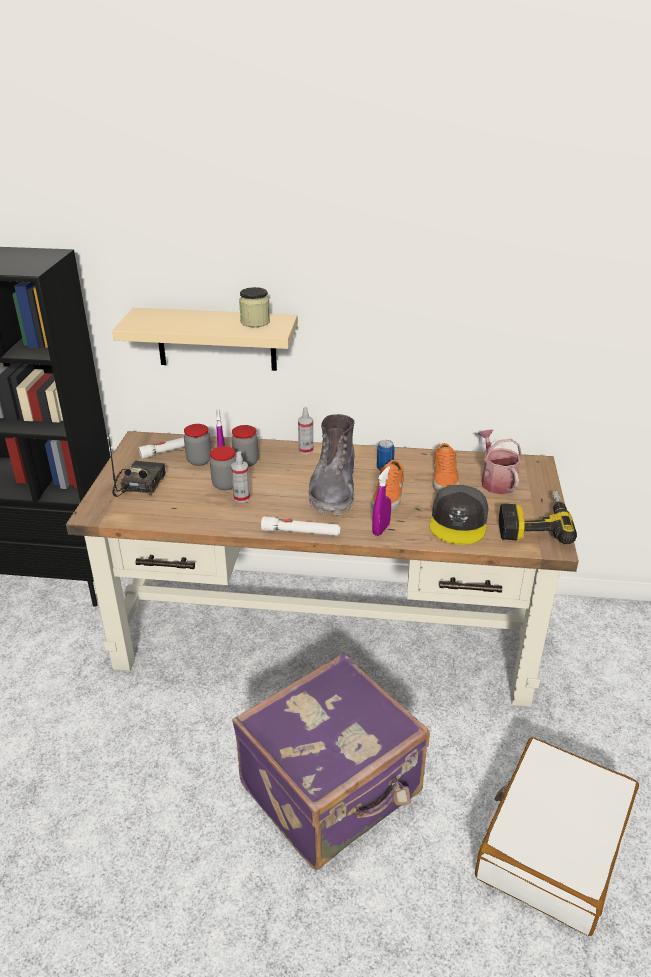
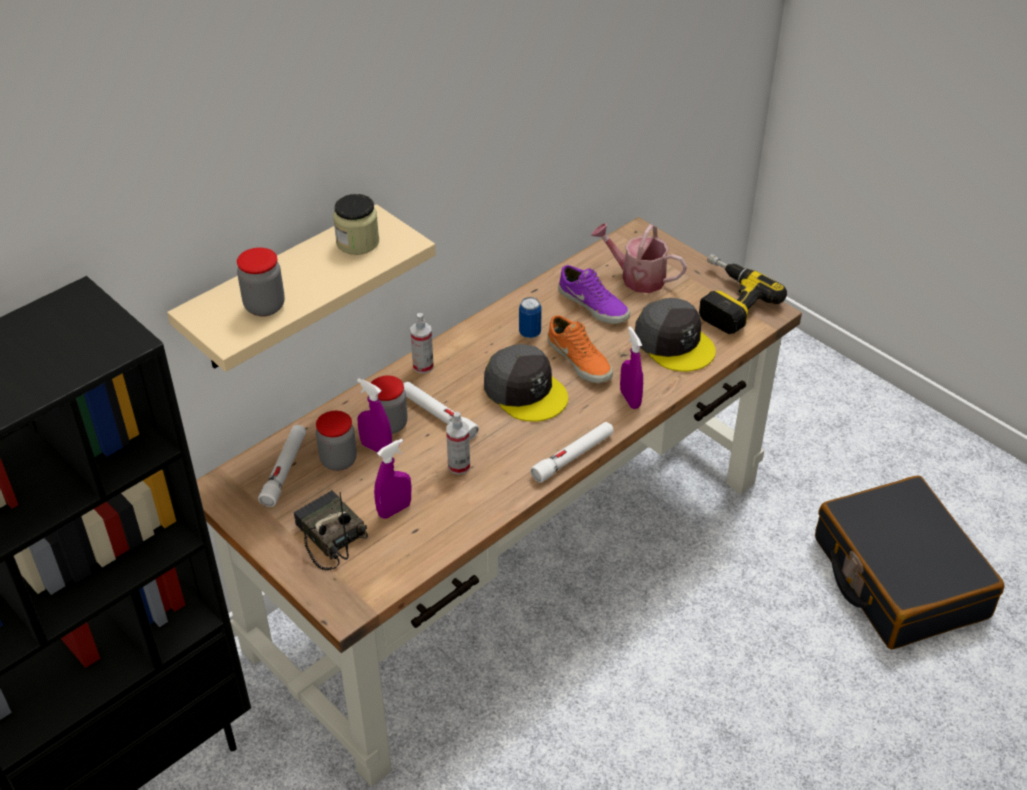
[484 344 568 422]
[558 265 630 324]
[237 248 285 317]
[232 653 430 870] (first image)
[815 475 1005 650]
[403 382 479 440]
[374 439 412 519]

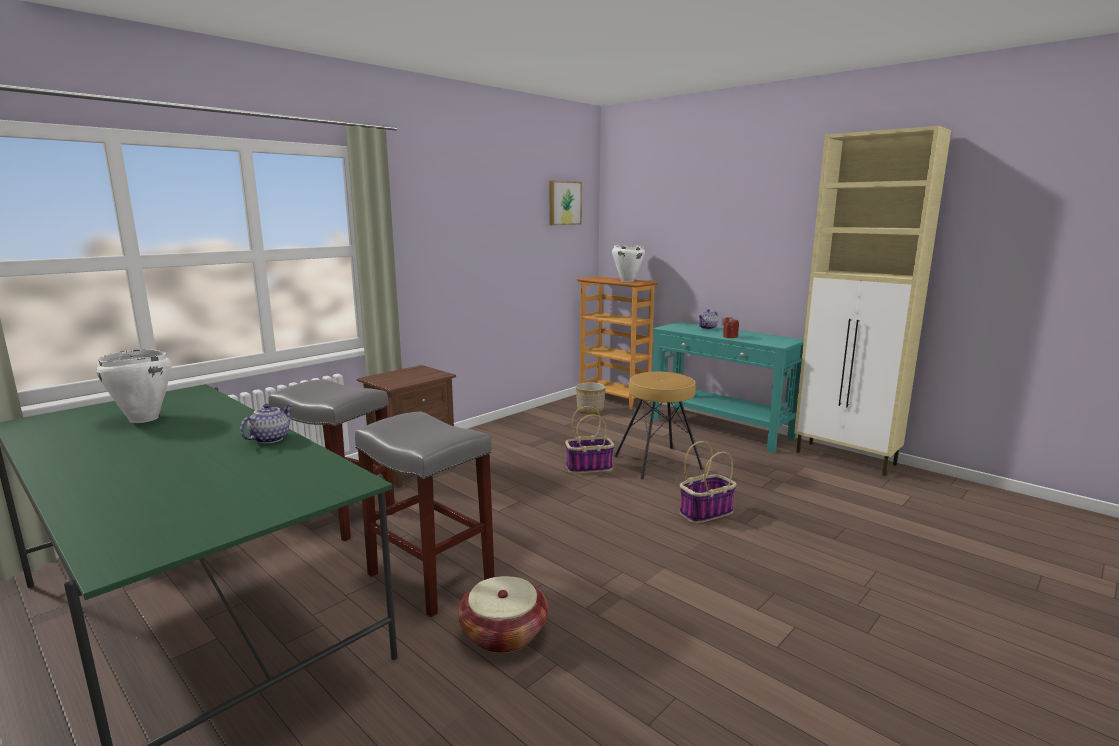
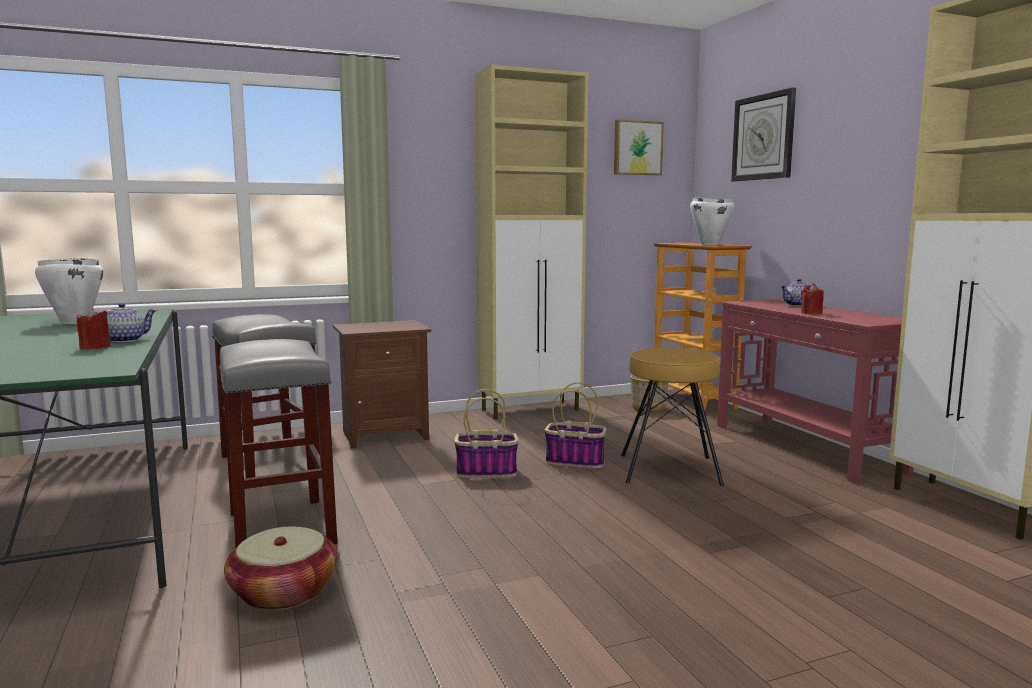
[717 299 914 484]
[455 389 519 478]
[475 65 588 420]
[731 88 796 181]
[77 308 111 349]

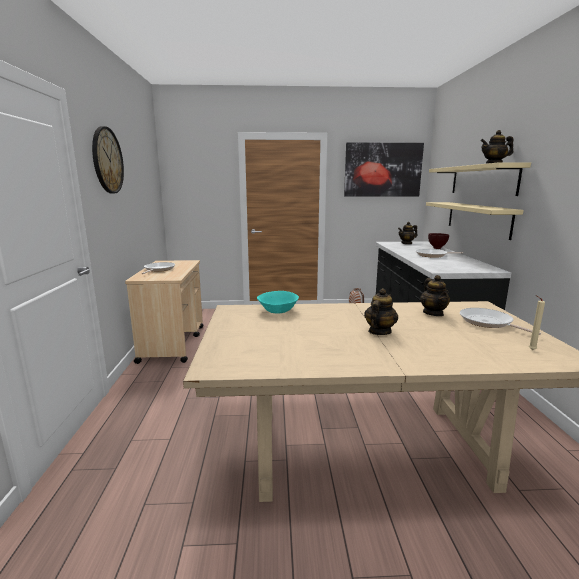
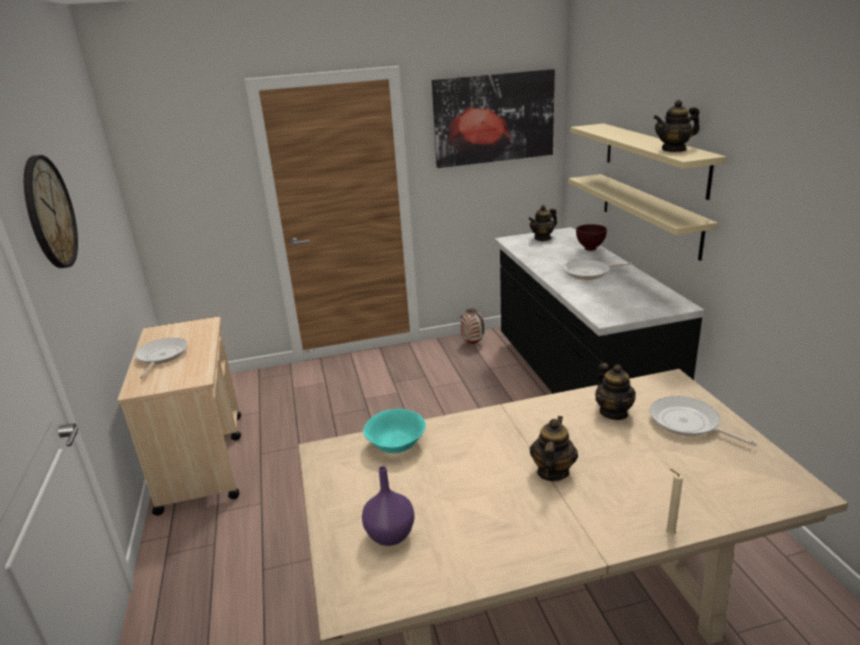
[666 469 683 535]
[362 466 415 546]

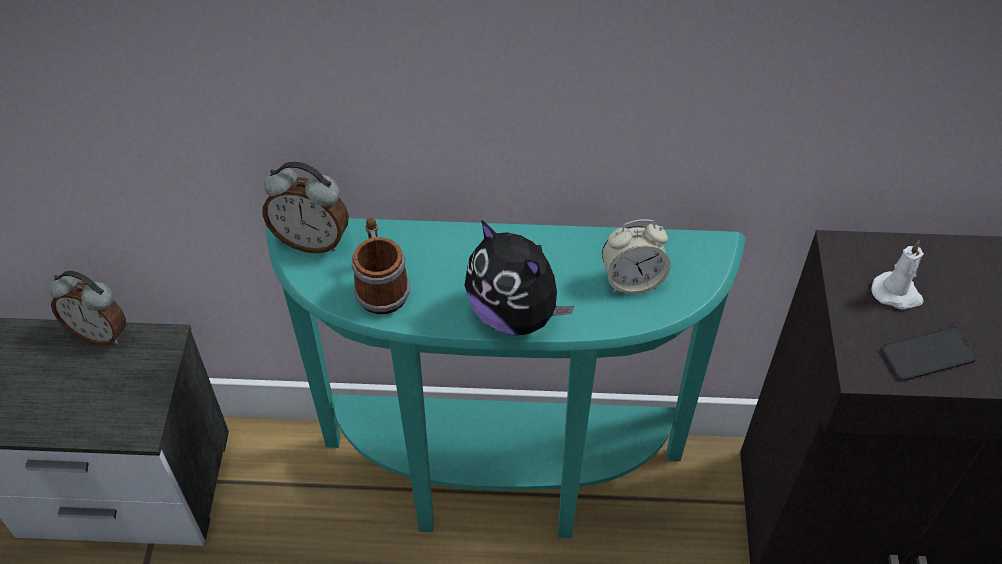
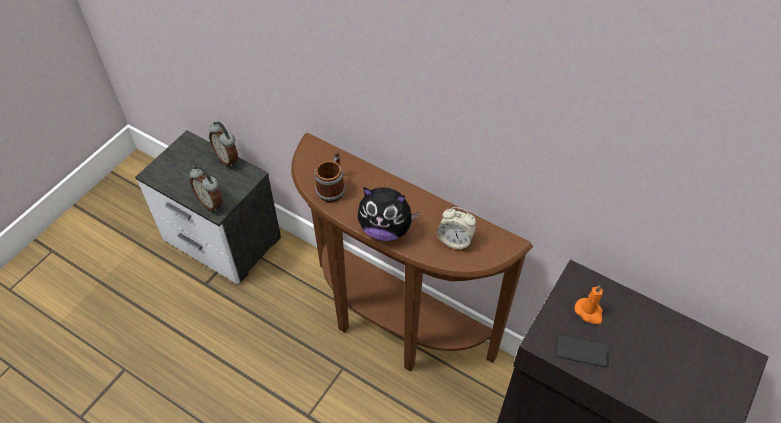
[190 166 223 211]
[291 133 533 372]
[358 187 420 241]
[574 285 603 324]

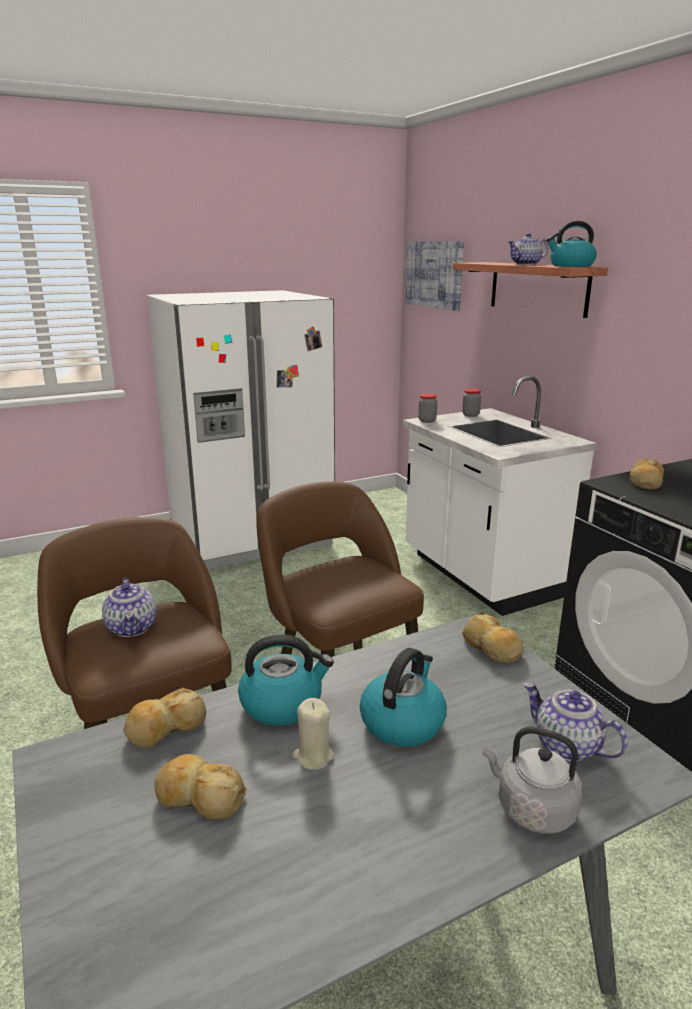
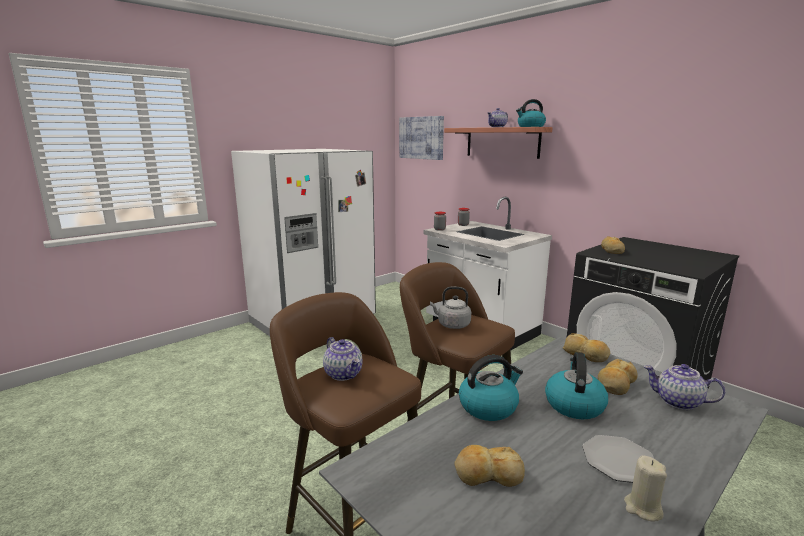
[597 359 638 395]
[624 455 667 522]
[430 287 471 329]
[582 435 654 483]

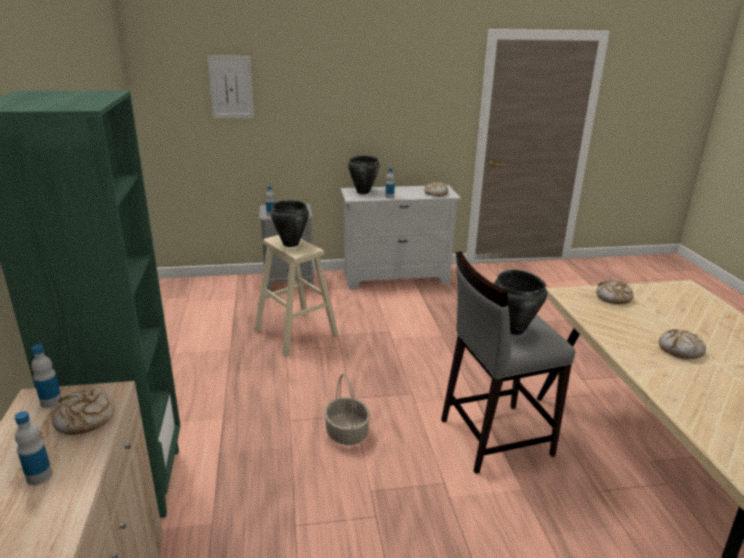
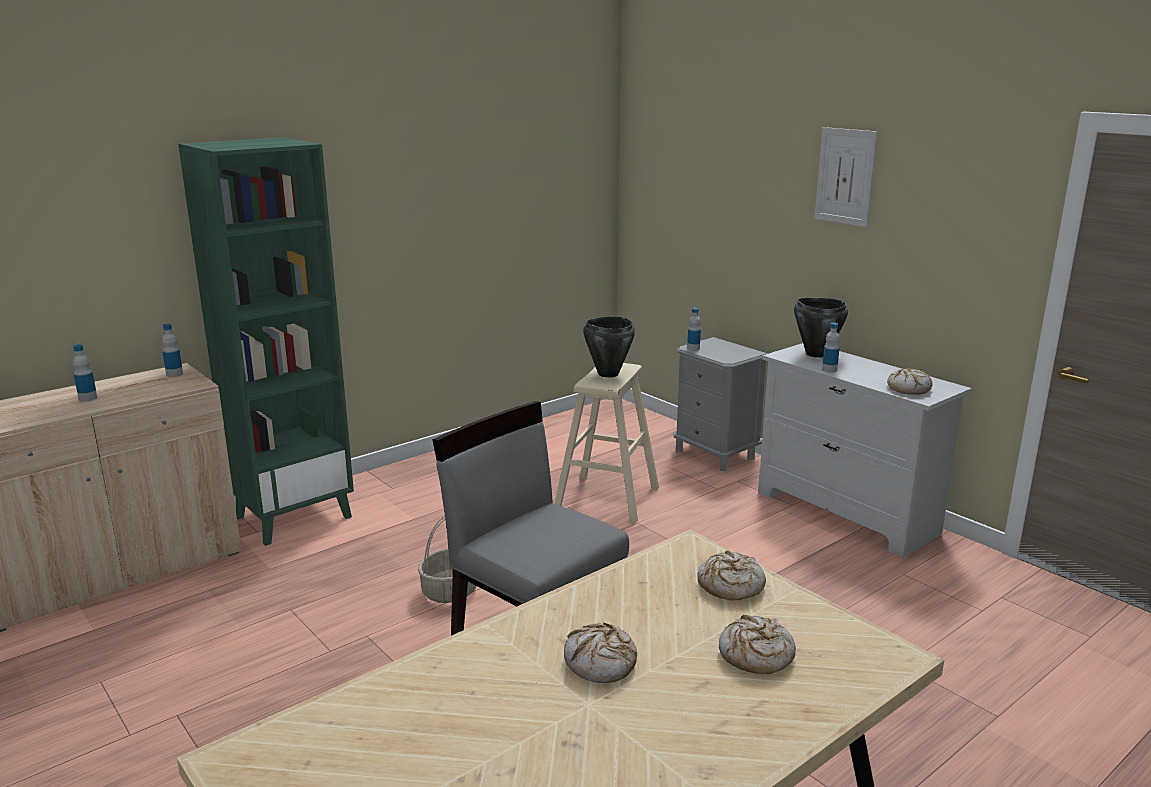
[814 127 878 227]
[494 270 547 335] (first image)
[719 615 796 674]

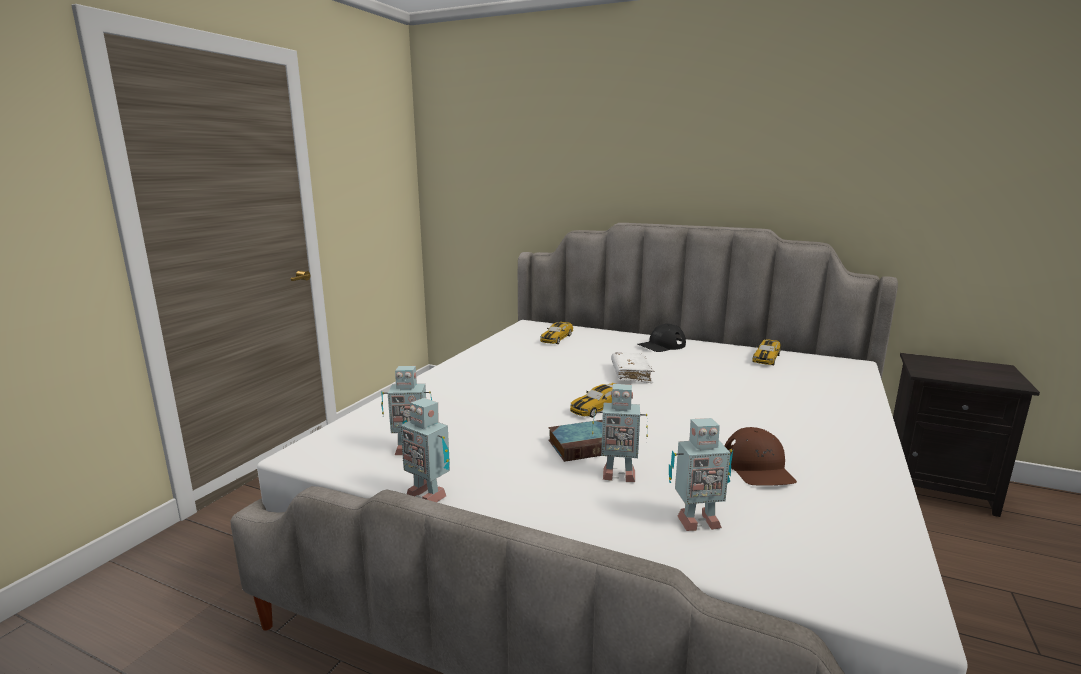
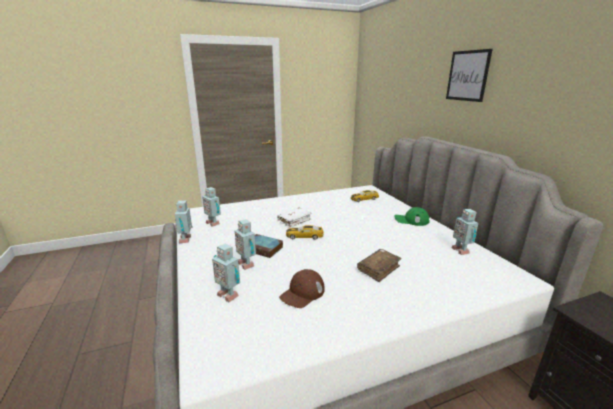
[394 207 430 226]
[451 209 479 255]
[277 207 312 228]
[446 49 493 102]
[357 249 402 282]

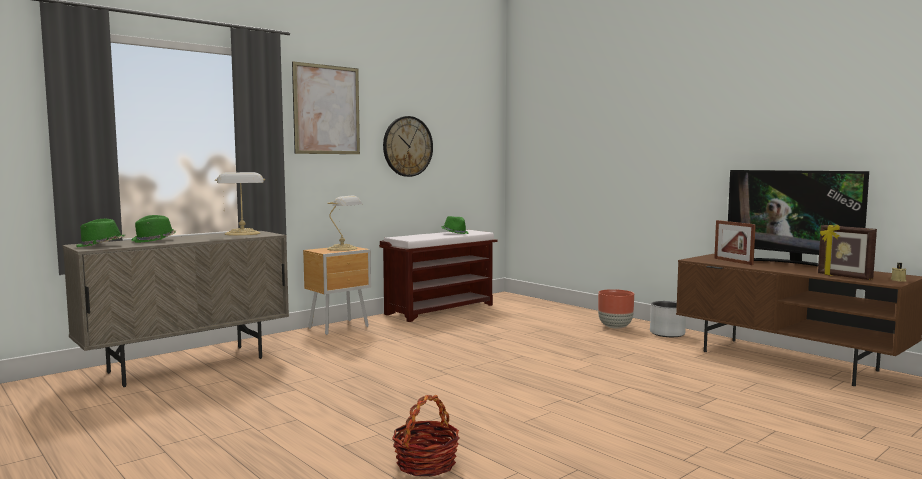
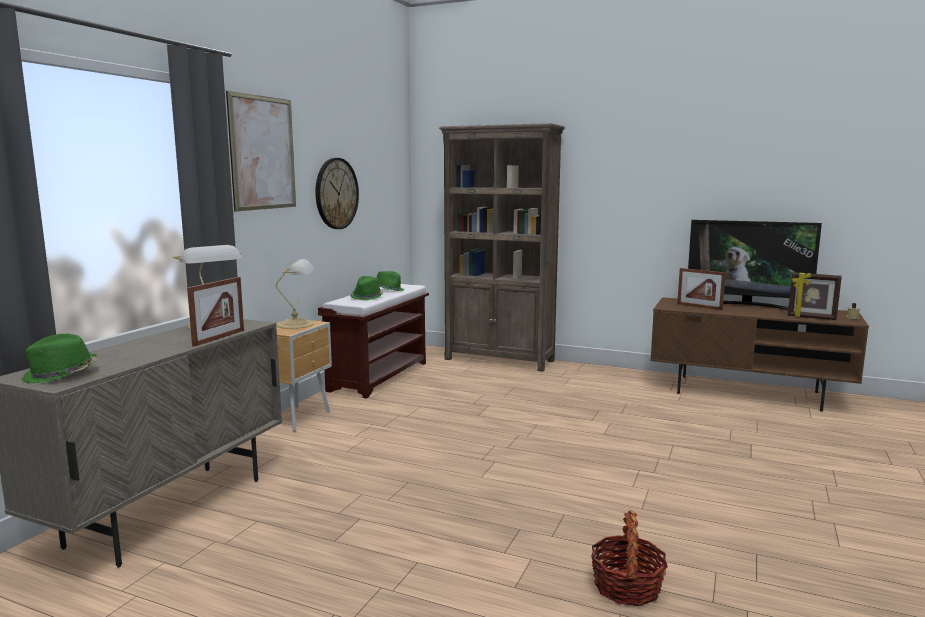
[350 276 384 300]
[598 289 634 329] (first image)
[650 301 686 337] (first image)
[439 123 565 372]
[187 277 244 347]

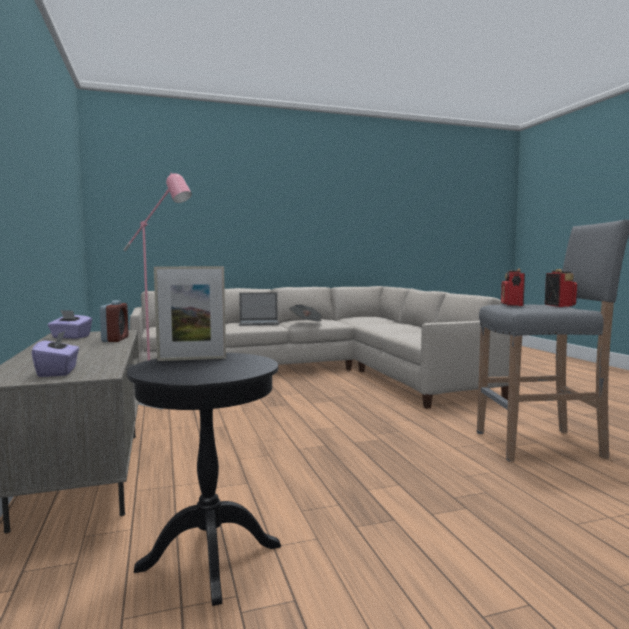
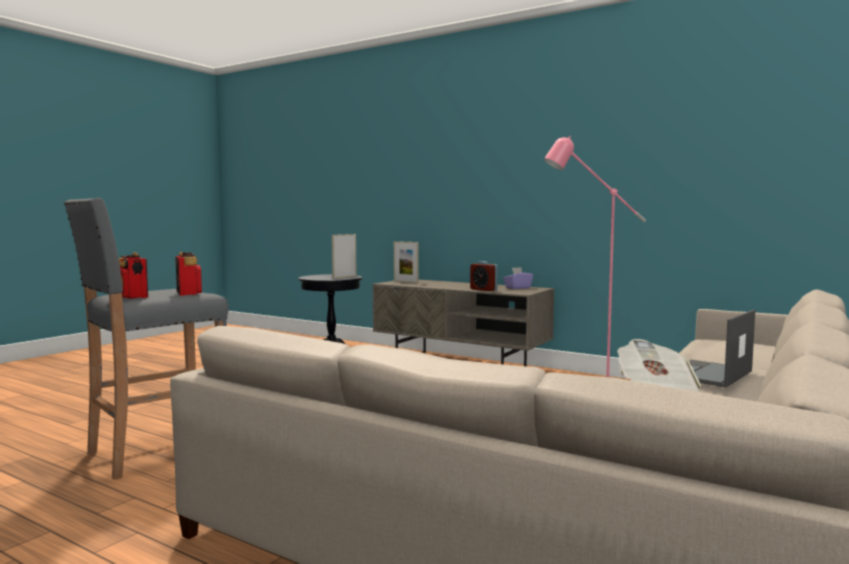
[394 241 419 283]

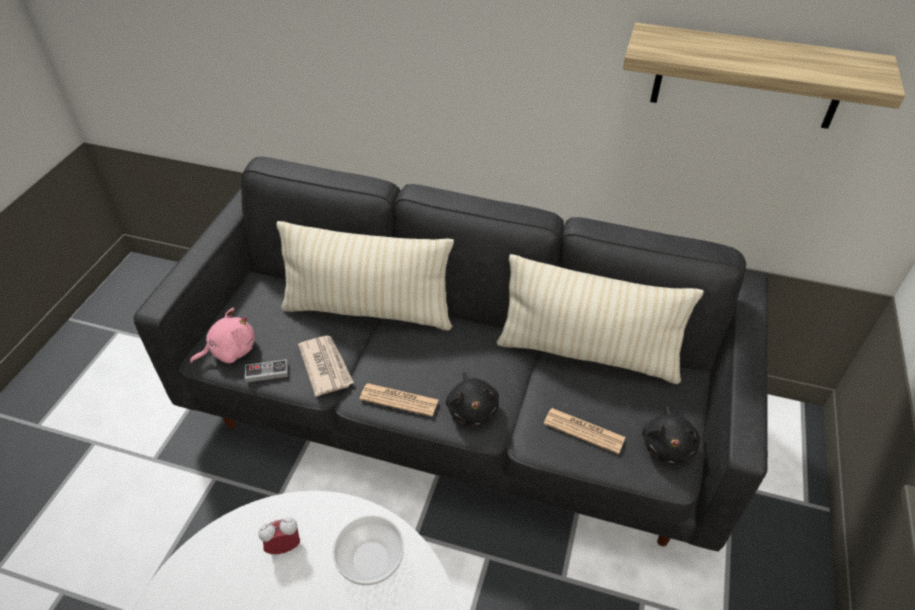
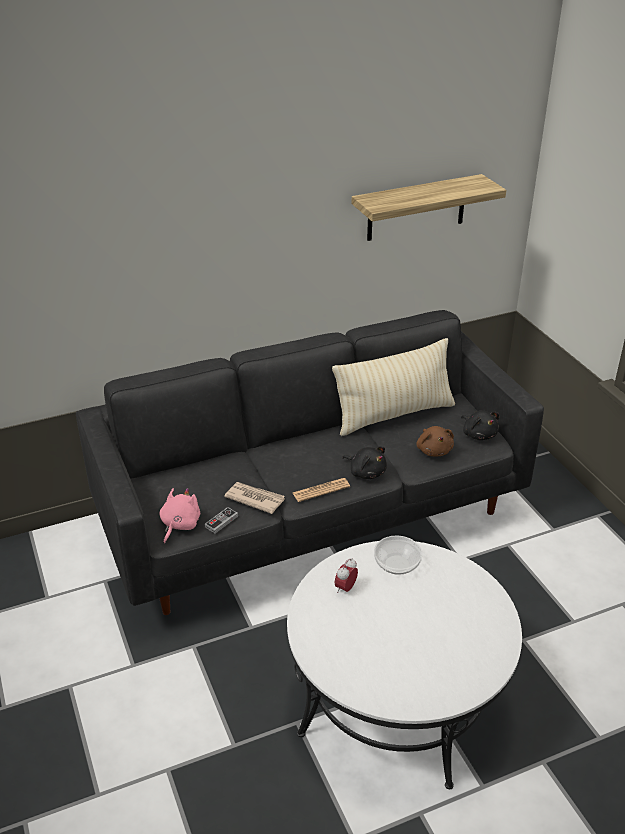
[276 221 454 331] (first image)
[417 426 454 456]

